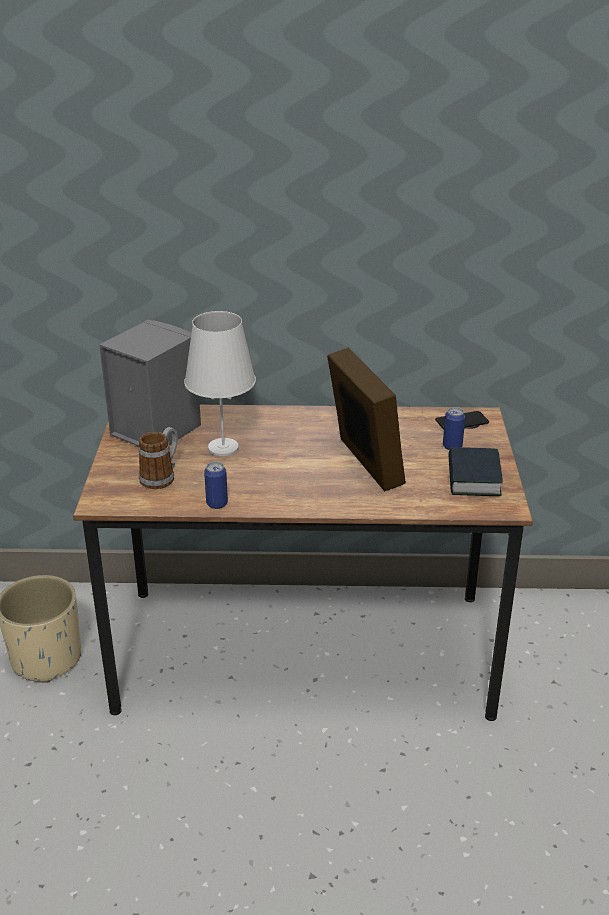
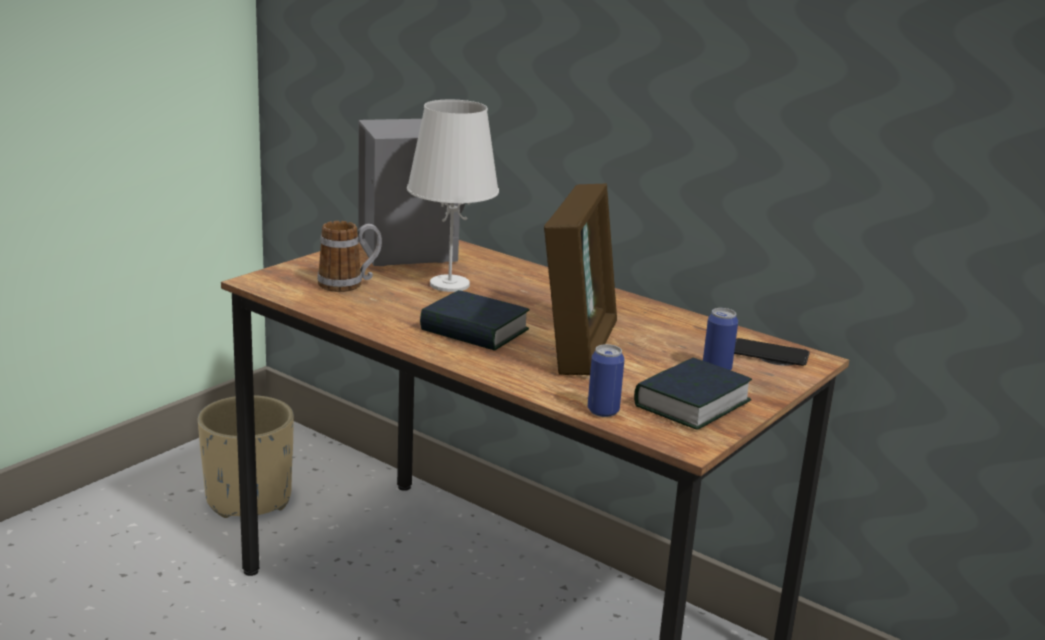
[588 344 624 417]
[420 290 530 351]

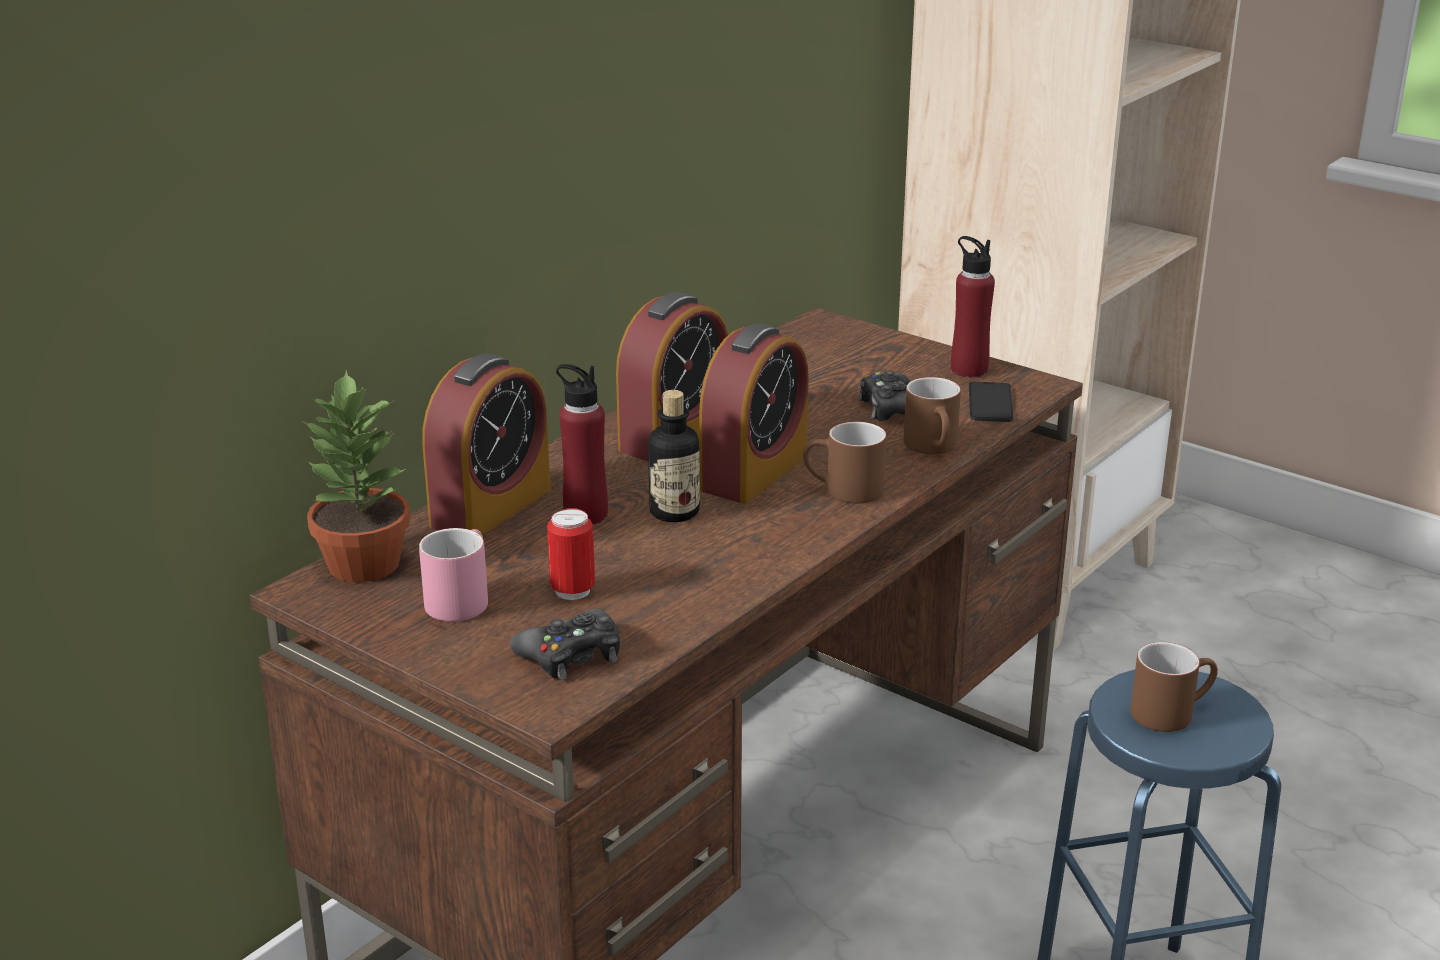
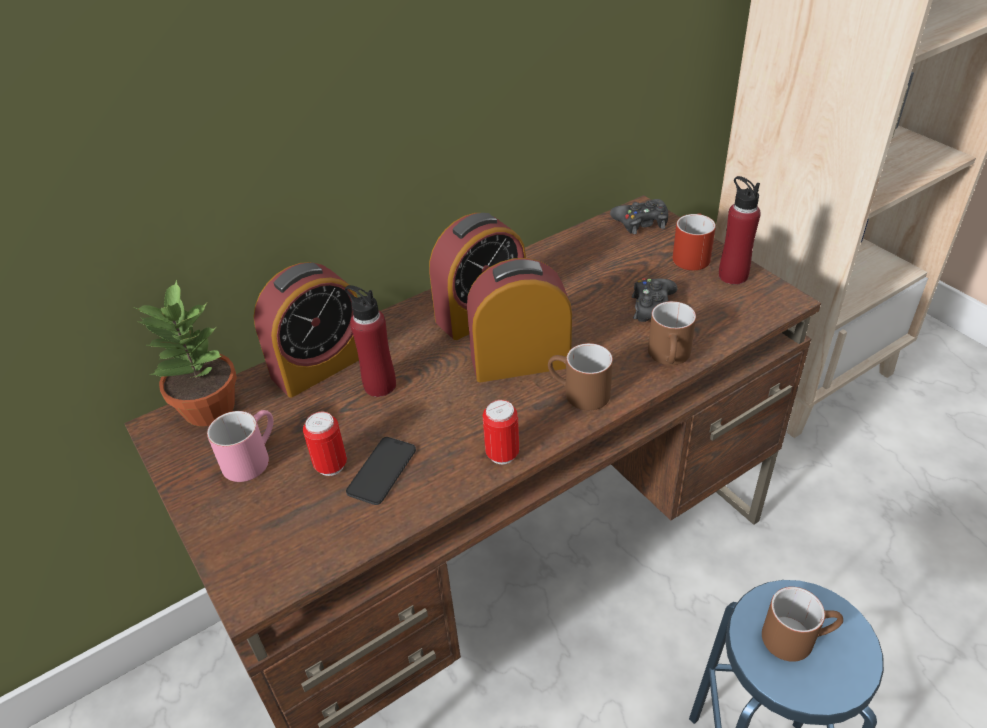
[467 258 572 382]
[346 437 416 505]
[648 390 700 522] (first image)
[610 199 668 234]
[673 213 716 270]
[483 400 519 465]

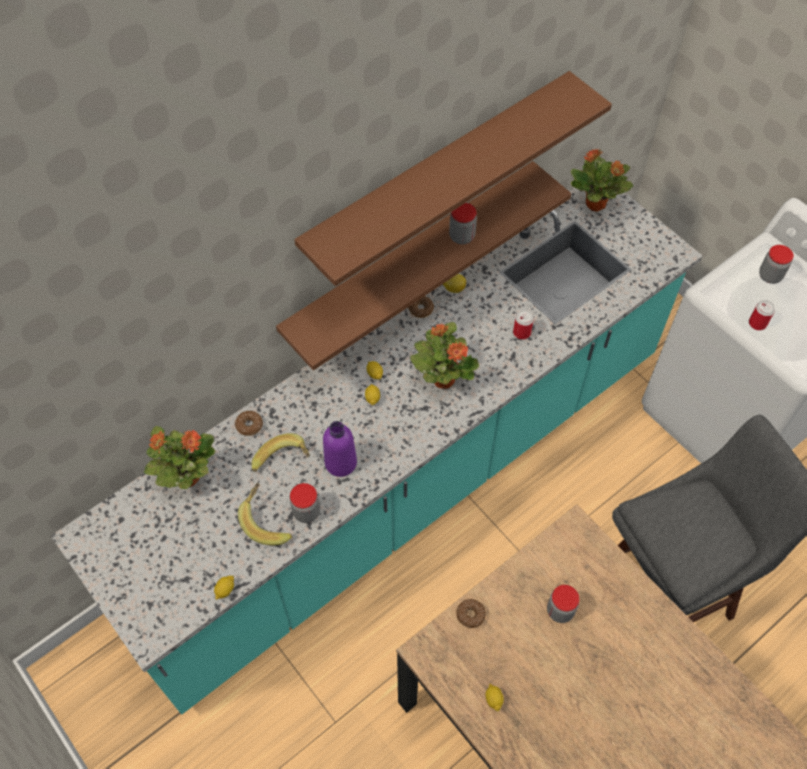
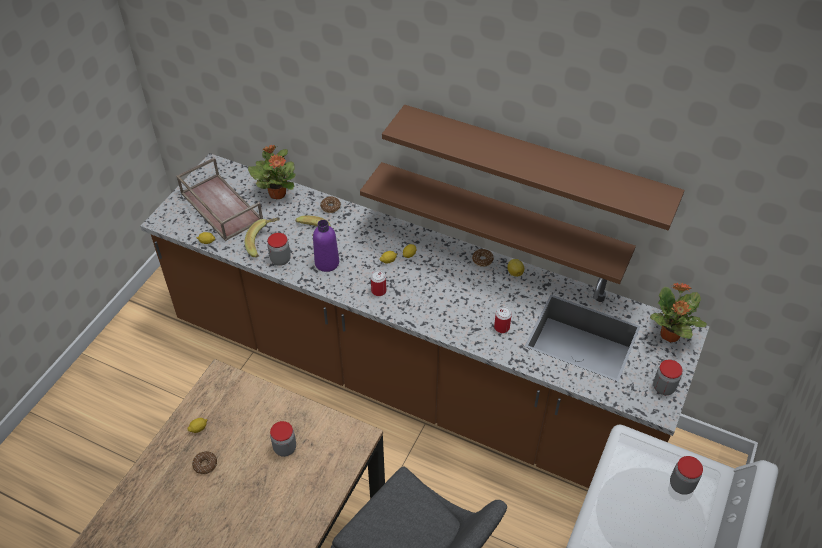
[140 153 710 488]
[653 360 683 395]
[371 270 387 296]
[410 322 479 389] (first image)
[192 451 217 474]
[176 157 263 241]

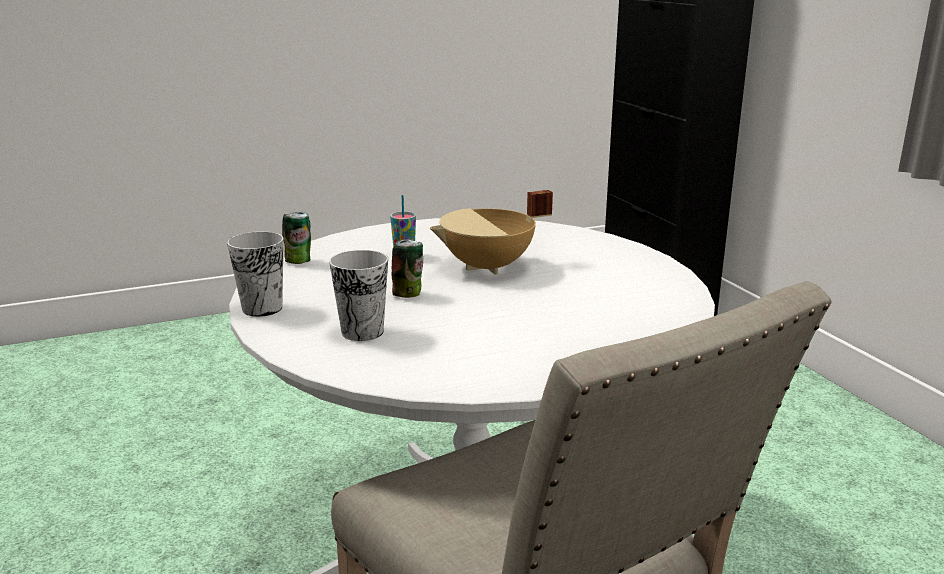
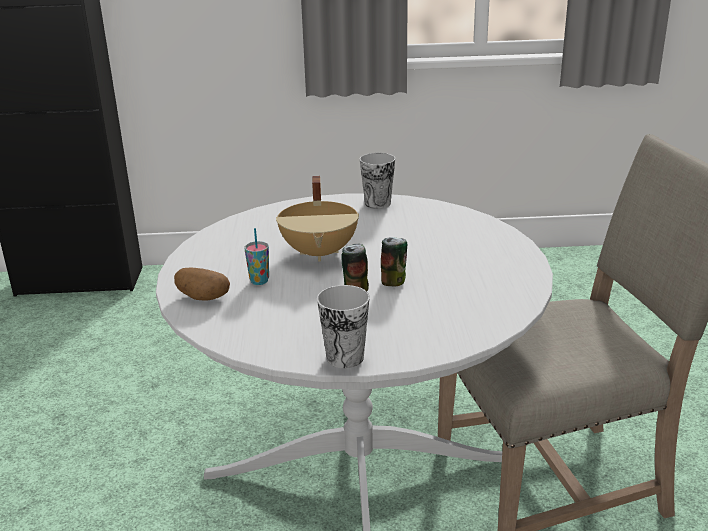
[381 237 407 286]
[360 153 395 209]
[174 268 230 301]

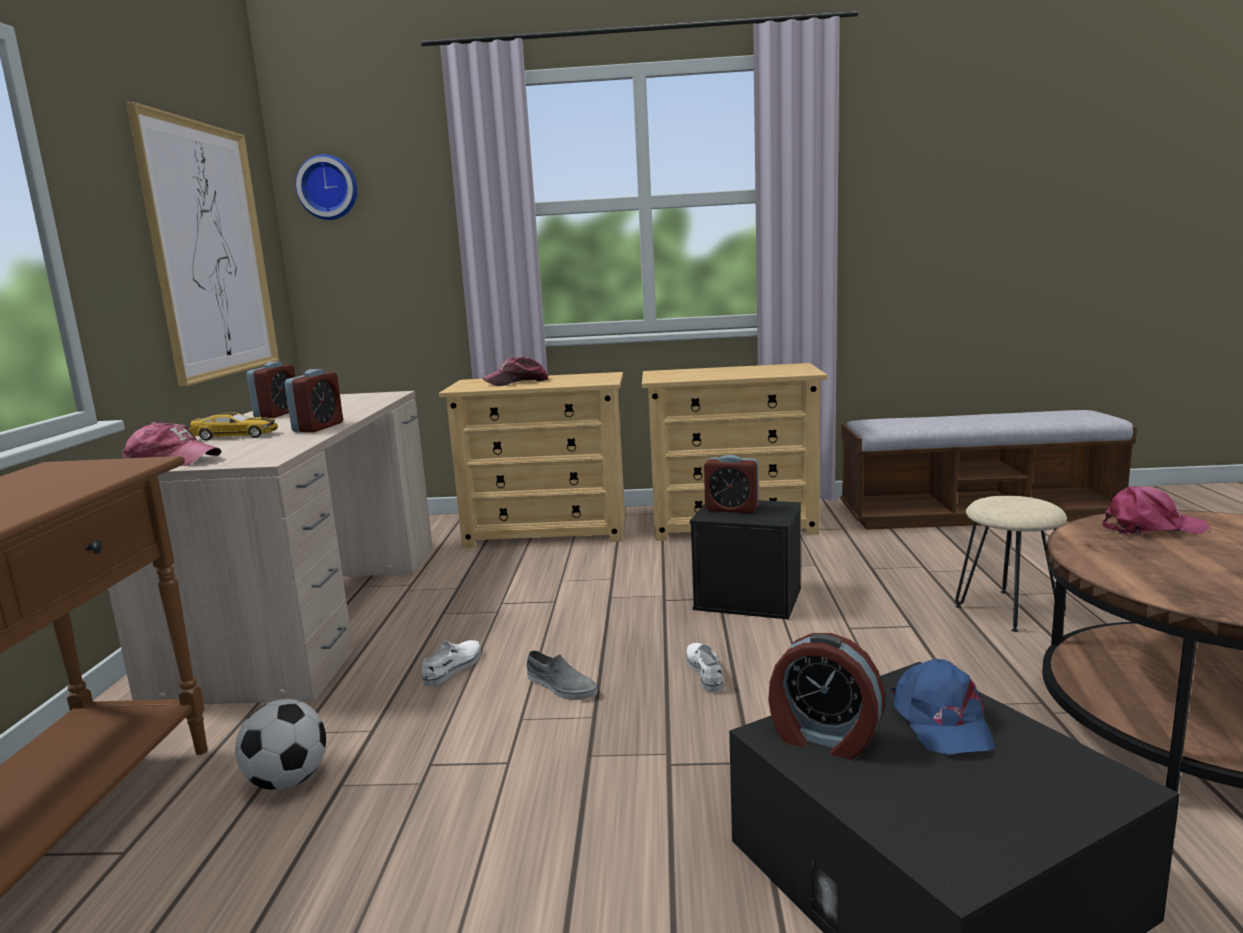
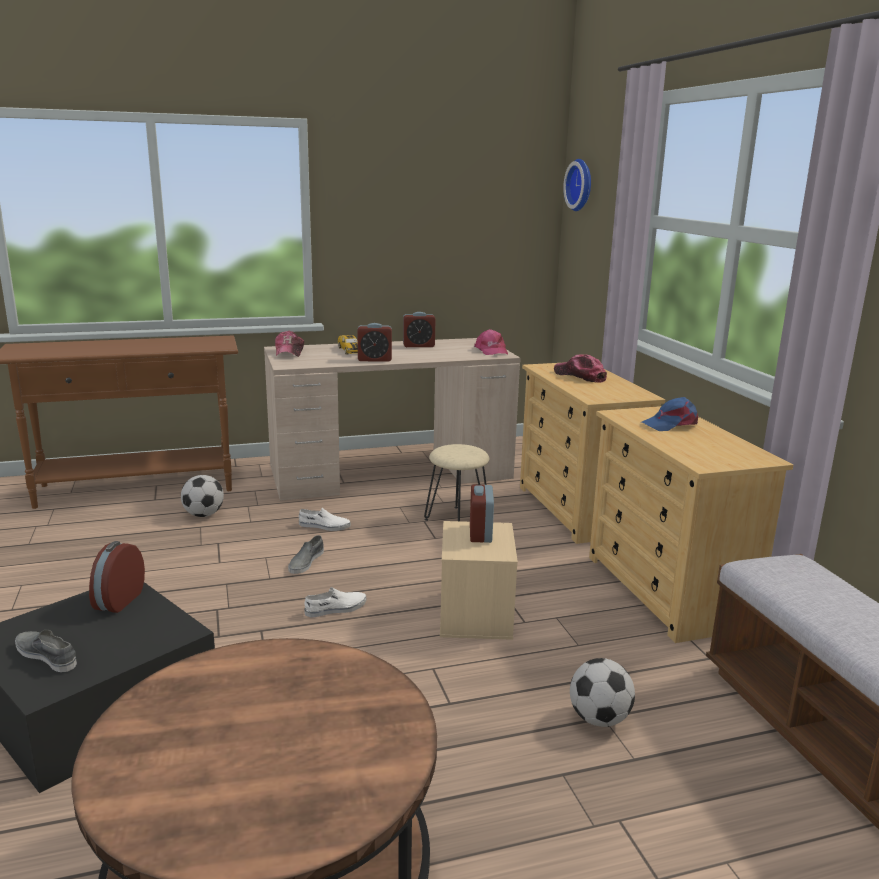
[127 102 279 387] (first image)
[474 329 508 355]
[424 444 489 521]
[440 521 518 640]
[641 397 698 431]
[15 630 77 672]
[570 658 635 727]

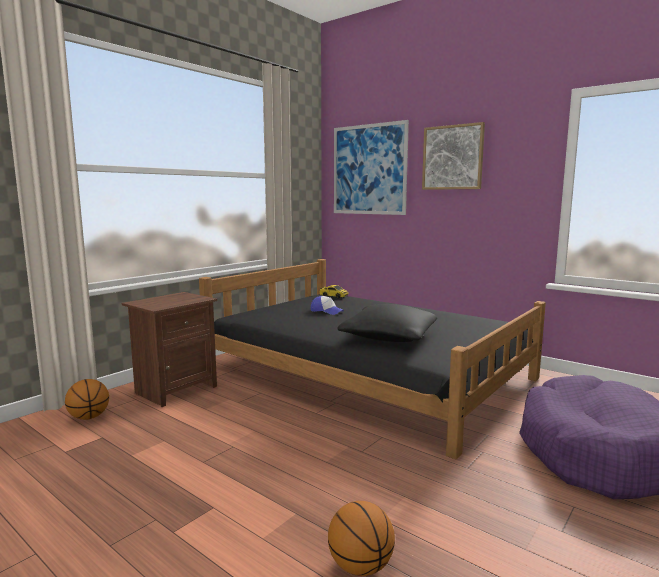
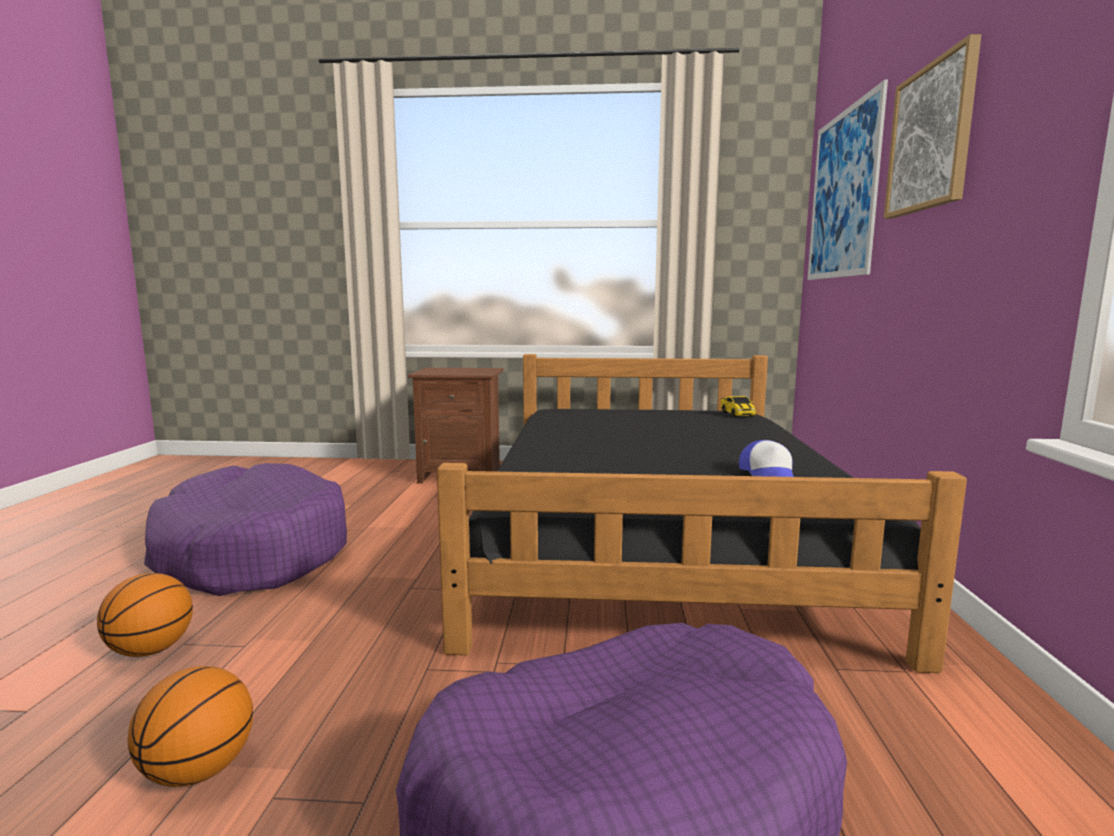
[739 440 794 477]
[338 304 437 342] (first image)
[128 666 253 787]
[144 463 347 596]

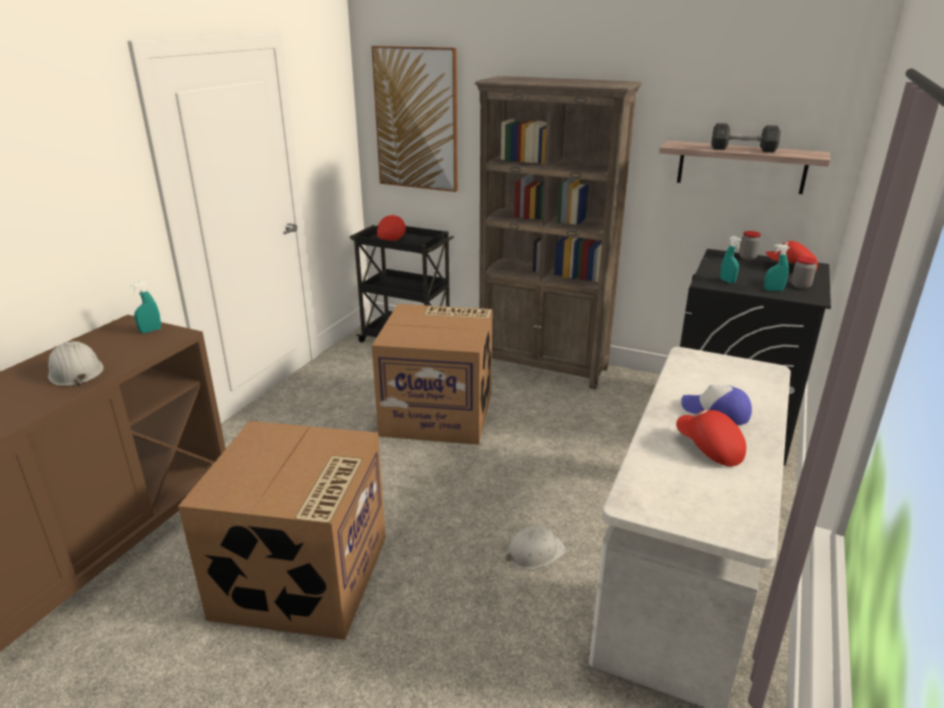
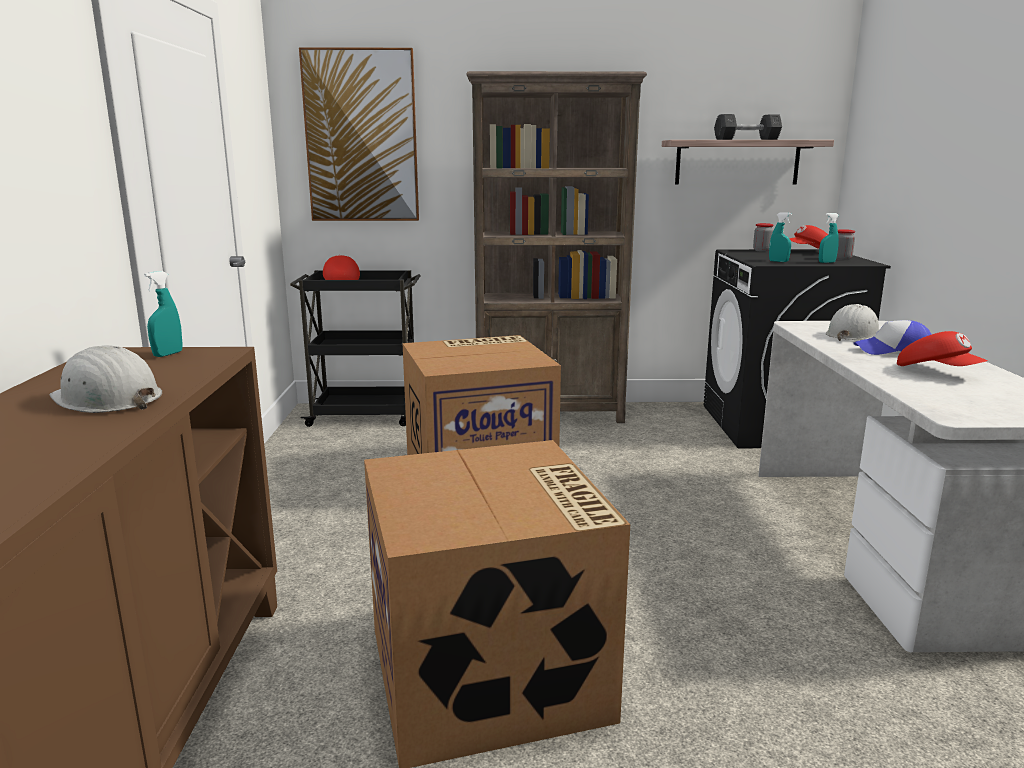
[897 331 988 366]
[826 304 879 341]

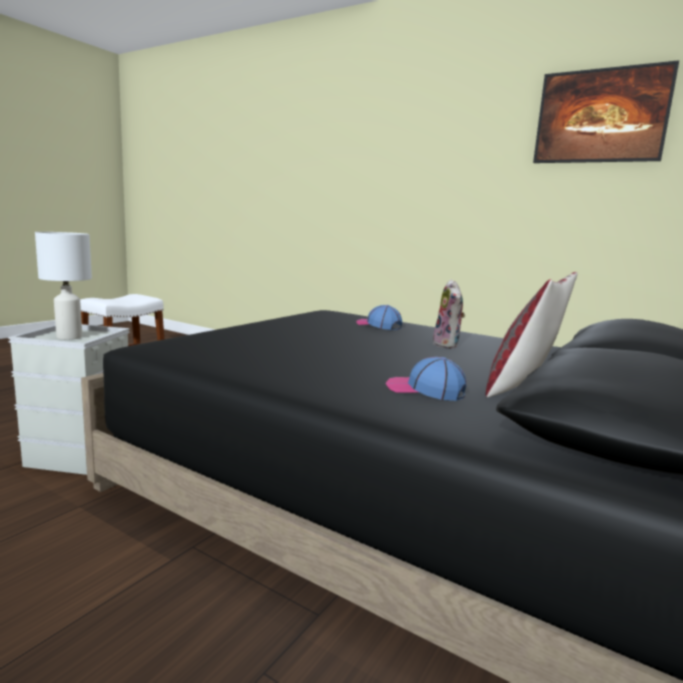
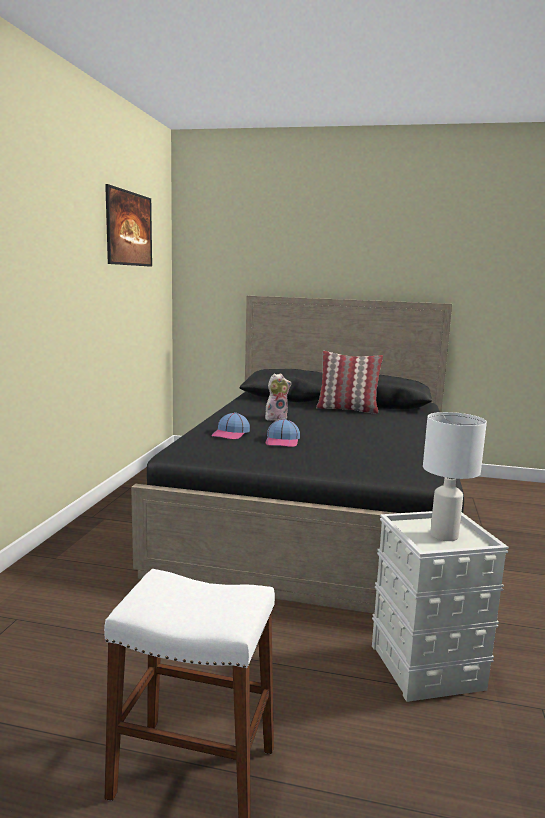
[266 419 300 447]

